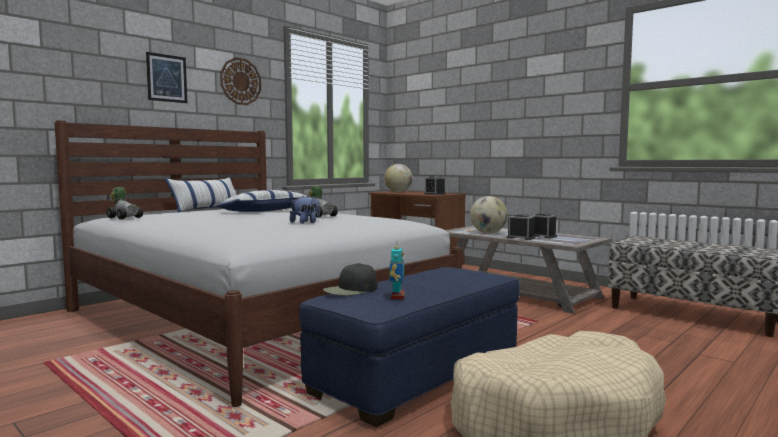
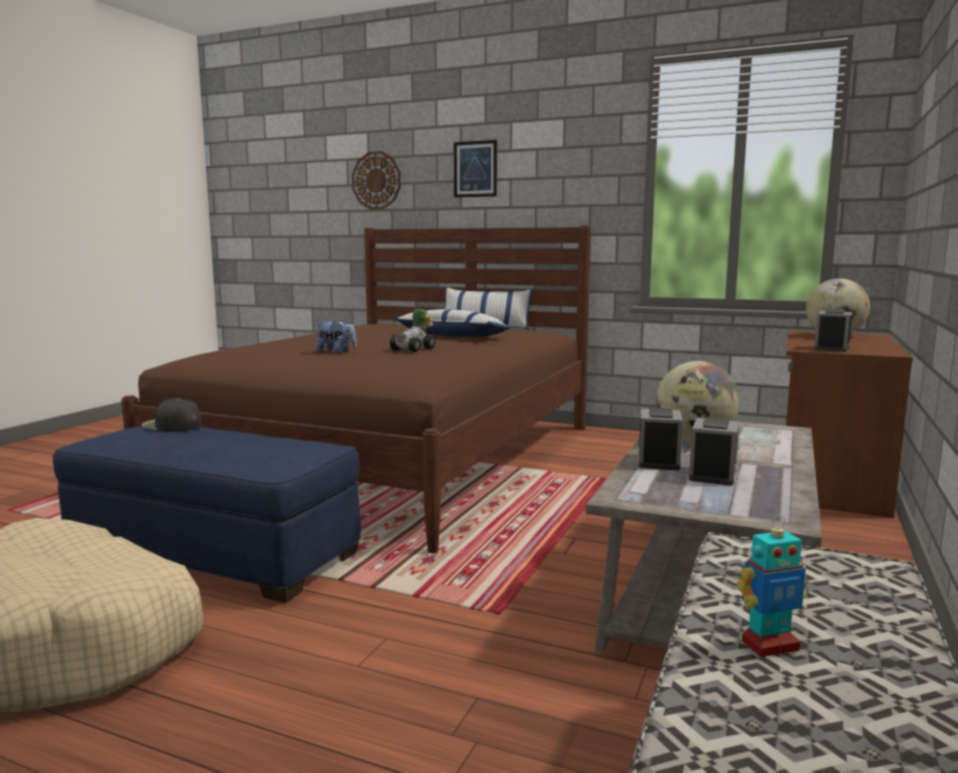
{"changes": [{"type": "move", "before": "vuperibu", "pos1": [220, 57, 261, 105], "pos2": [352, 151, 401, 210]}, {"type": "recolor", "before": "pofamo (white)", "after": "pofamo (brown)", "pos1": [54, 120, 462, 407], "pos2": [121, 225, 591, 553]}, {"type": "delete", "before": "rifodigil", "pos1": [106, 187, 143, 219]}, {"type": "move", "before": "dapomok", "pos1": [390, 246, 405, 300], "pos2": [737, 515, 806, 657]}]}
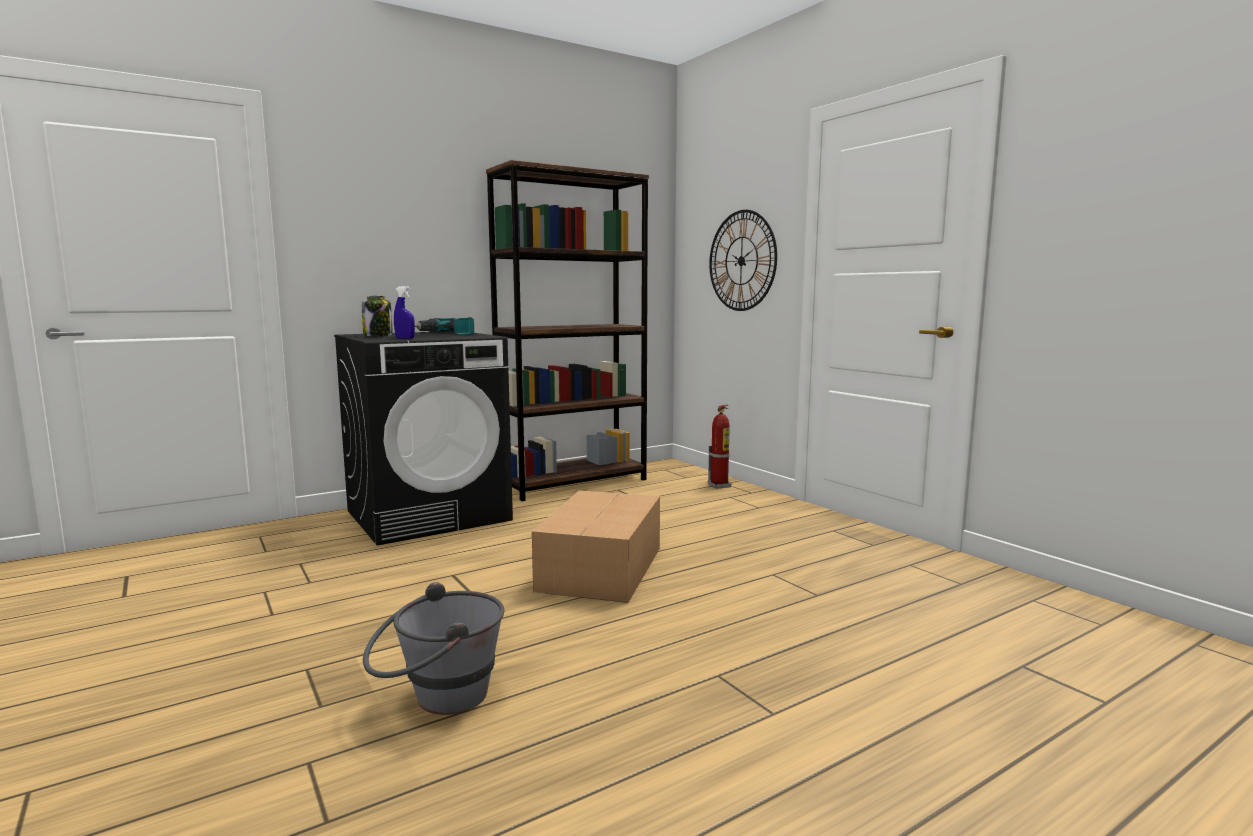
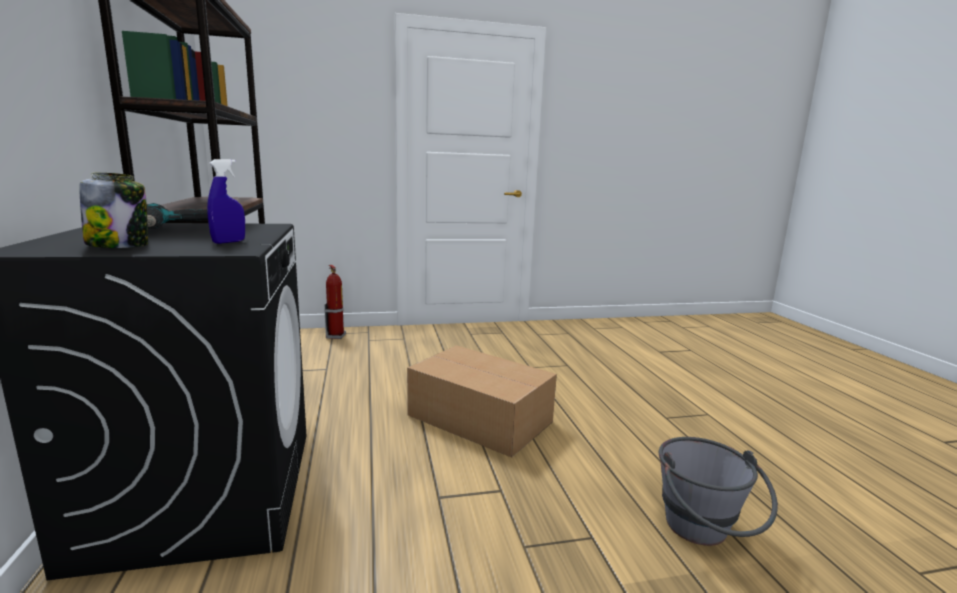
{"changes": [{"type": "delete", "before": "vuperibu", "pos1": [709, 210, 777, 311]}]}
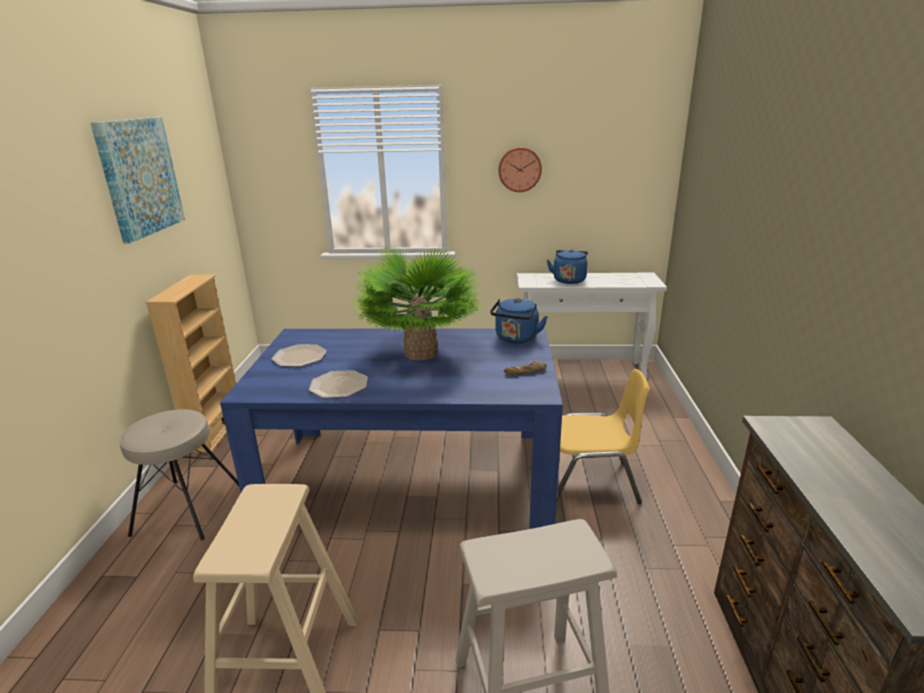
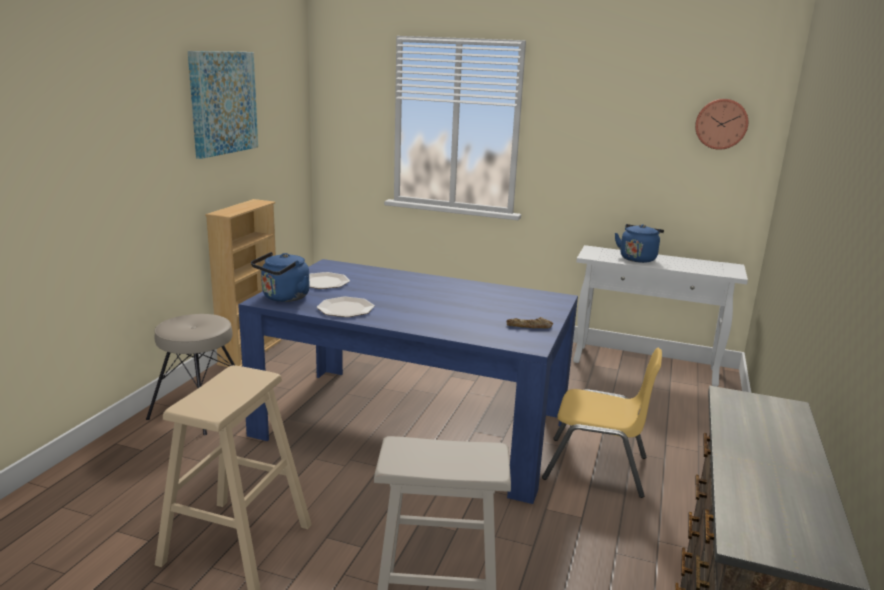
{"changes": [{"type": "move", "before": "vuperibu", "pos1": [498, 147, 542, 192], "pos2": [695, 99, 748, 150]}, {"type": "delete", "before": "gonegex", "pos1": [352, 245, 483, 361]}, {"type": "move", "before": "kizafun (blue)", "pos1": [490, 298, 548, 343], "pos2": [251, 252, 310, 302]}]}
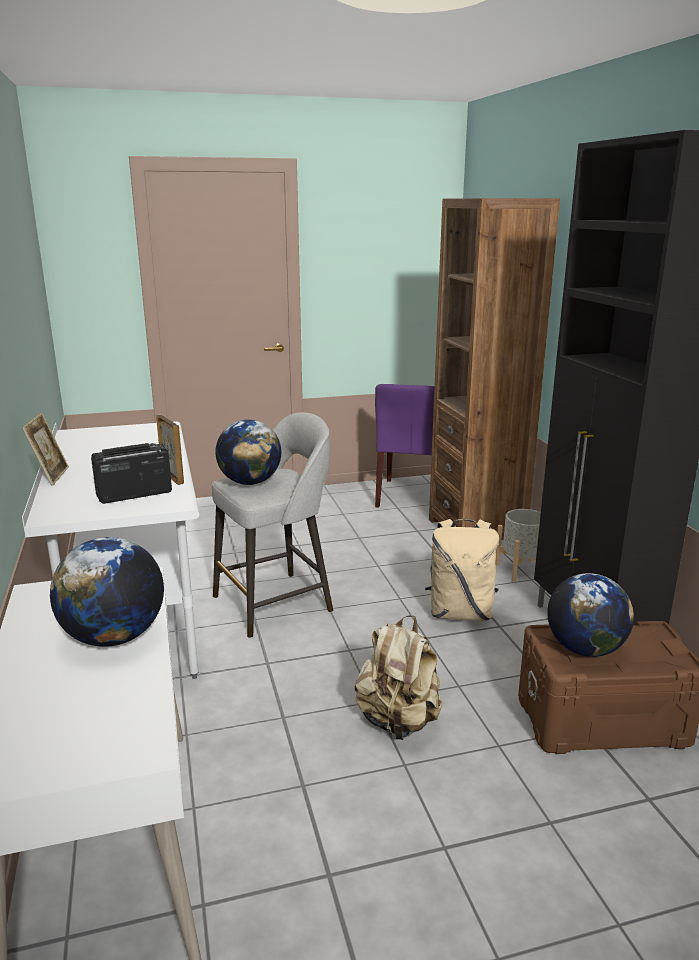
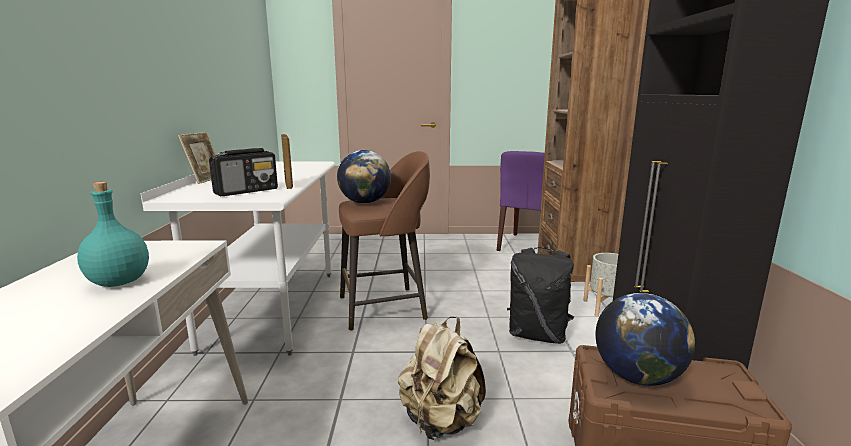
{"changes": [{"type": "recolor", "before": "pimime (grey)", "after": "pimime (brown)", "pos1": [212, 412, 333, 638], "pos2": [339, 151, 430, 331]}, {"type": "rotate", "before": "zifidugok", "pos1": [91, 443, 172, 504], "pos2": [209, 148, 278, 196], "turn": 150}, {"type": "recolor", "before": "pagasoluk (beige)", "after": "pagasoluk (black)", "pos1": [425, 519, 499, 621], "pos2": [507, 247, 574, 344]}, {"type": "replace", "before": "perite", "after": "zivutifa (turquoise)", "pos1": [50, 537, 164, 647], "pos2": [77, 182, 149, 287]}]}
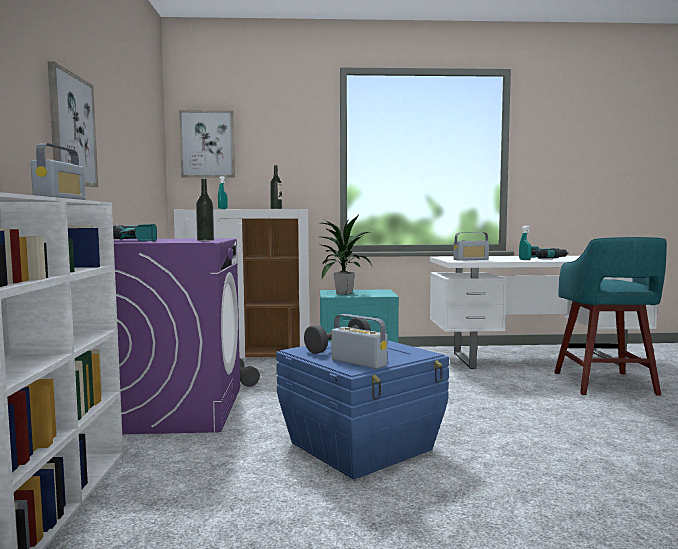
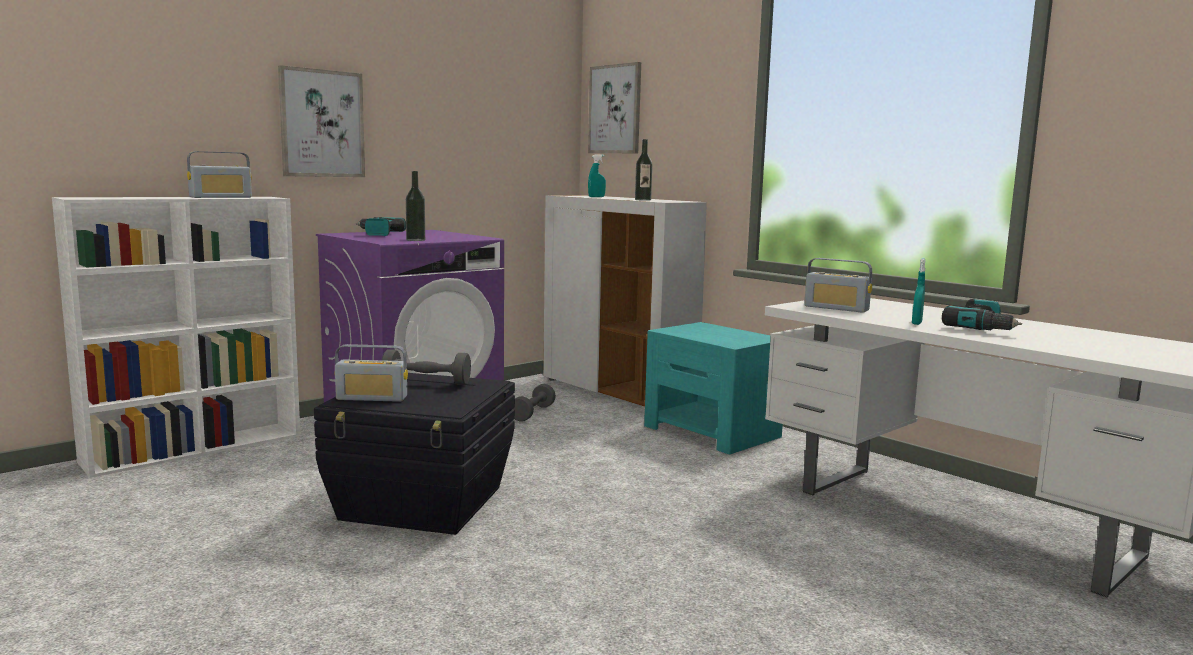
{"changes": [{"type": "delete", "before": "gonegex", "pos1": [318, 214, 373, 294]}, {"type": "delete", "before": "pimime (turquoise)", "pos1": [554, 237, 667, 396]}, {"type": "rotate", "before": "zifidugok", "pos1": [331, 314, 387, 369], "pos2": [335, 344, 408, 402], "turn": 90}, {"type": "recolor", "before": "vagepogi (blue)", "after": "vagepogi (black)", "pos1": [276, 340, 449, 480], "pos2": [314, 373, 515, 535]}]}
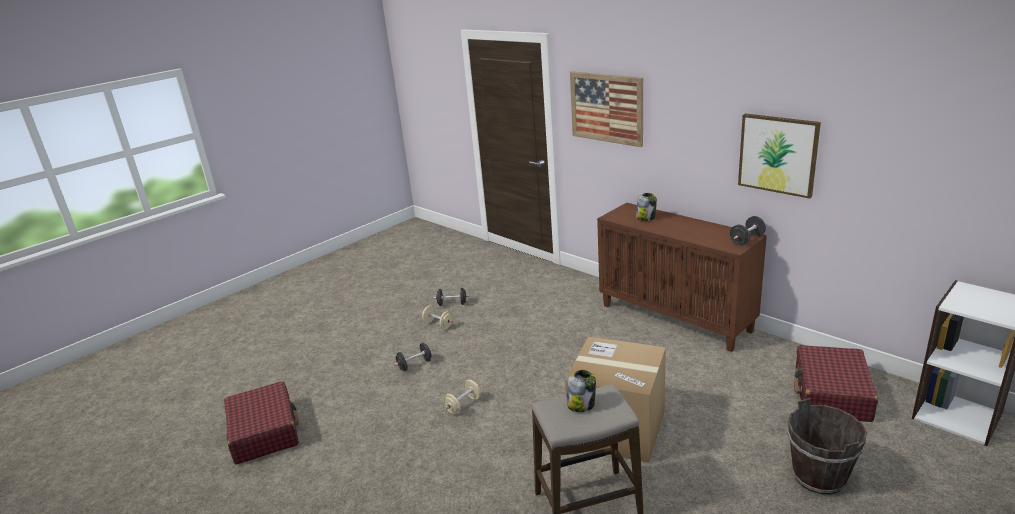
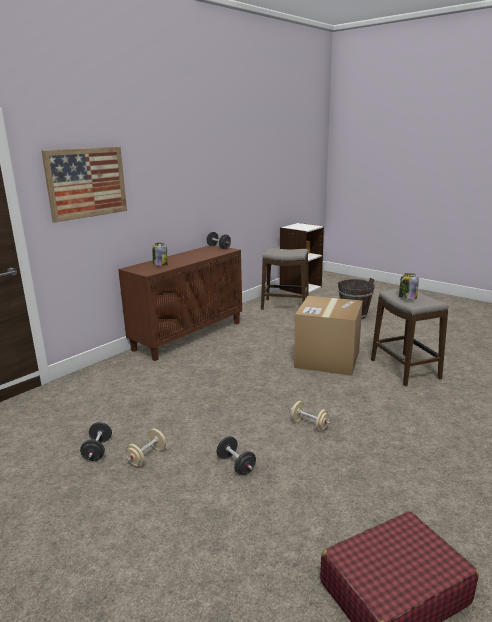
{"changes": [{"type": "delete", "before": "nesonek", "pos1": [738, 113, 821, 199]}, {"type": "replace", "before": "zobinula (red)", "after": "pimime", "pos1": [794, 345, 878, 422], "pos2": [261, 248, 309, 310]}]}
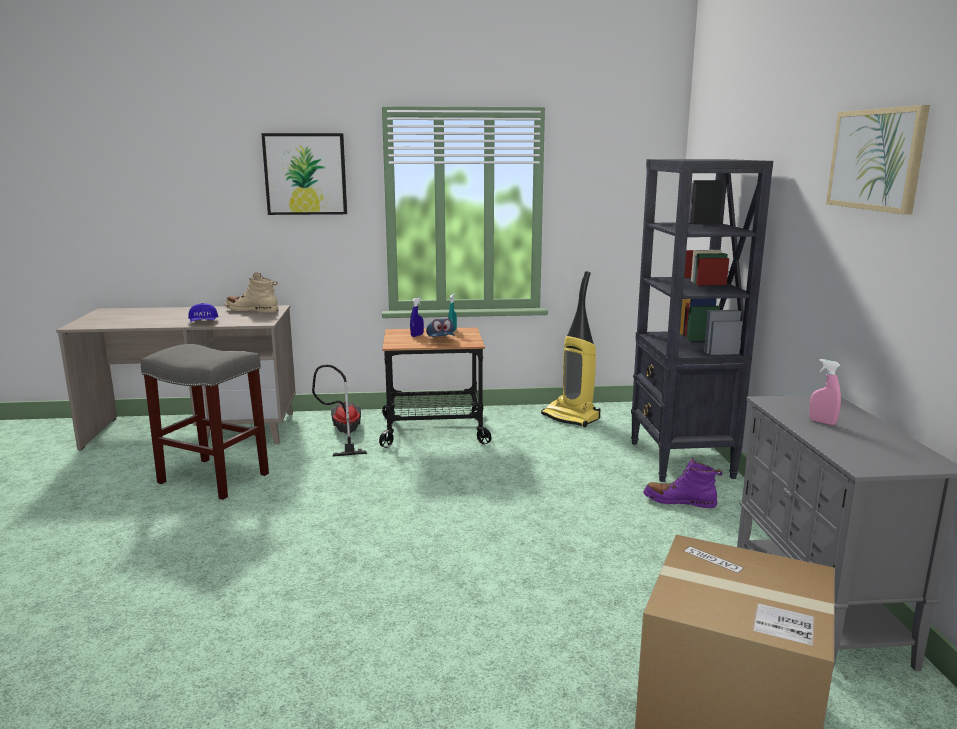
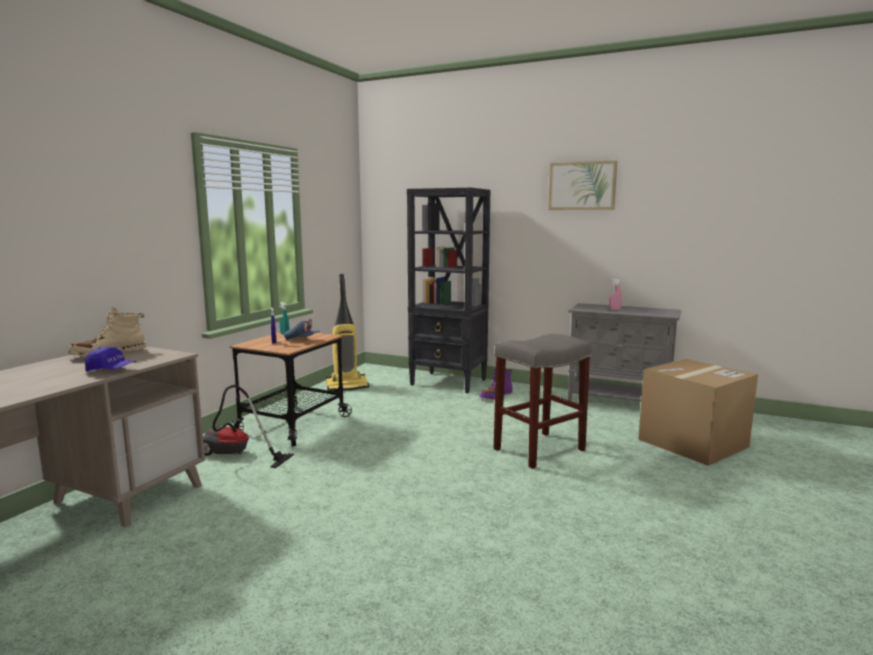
{"changes": [{"type": "delete", "before": "nesonek", "pos1": [261, 133, 347, 215]}, {"type": "move", "before": "pimime (grey)", "pos1": [141, 344, 269, 500], "pos2": [494, 334, 592, 469]}]}
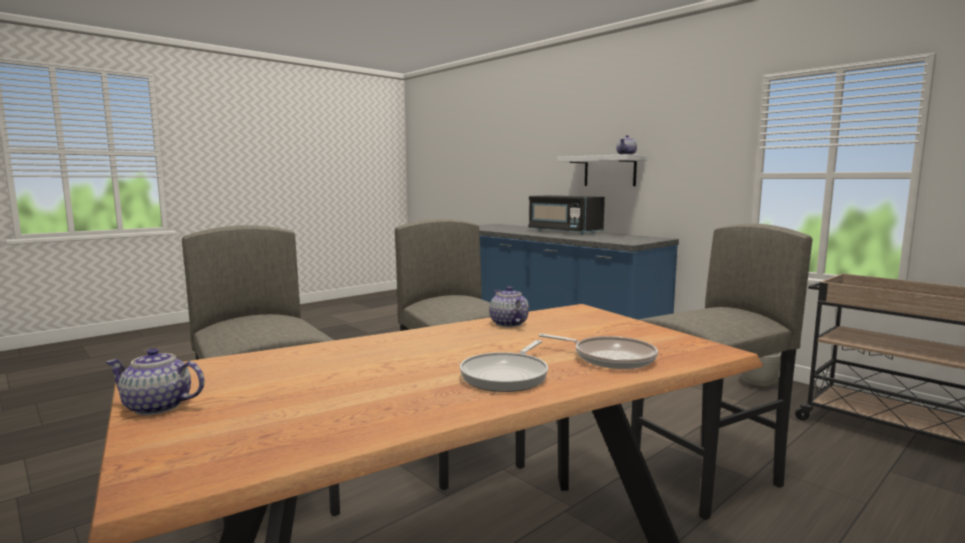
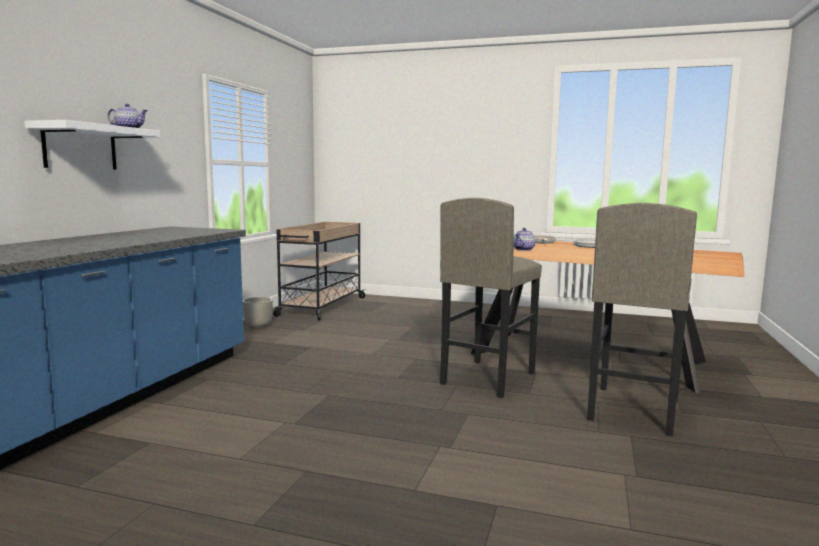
{"changes": [{"type": "delete", "before": "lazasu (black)", "pos1": [528, 195, 605, 235]}, {"type": "delete", "before": "pimime (grey)", "pos1": [631, 223, 812, 520]}, {"type": "delete", "before": "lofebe", "pos1": [106, 348, 205, 415]}]}
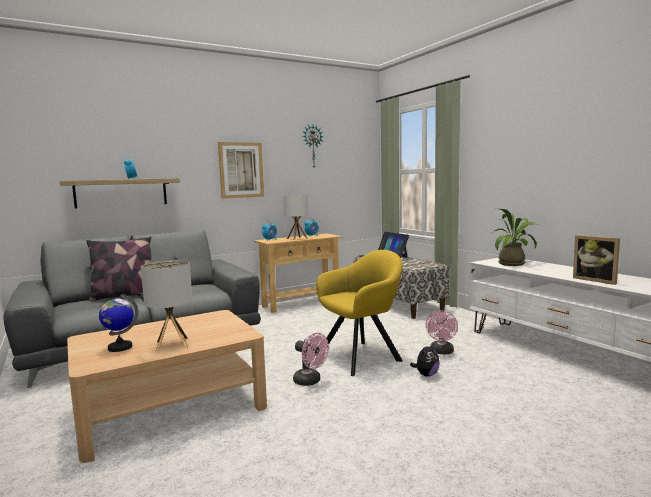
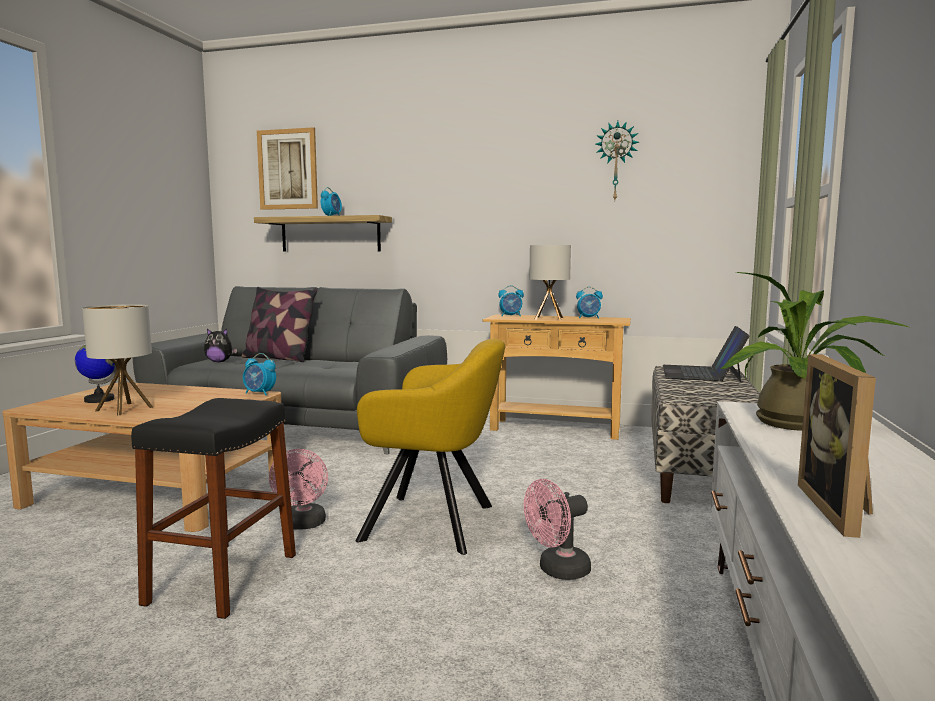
{"changes": [{"type": "move", "before": "nesonek", "pos1": [218, 142, 264, 198], "pos2": [257, 127, 318, 210]}, {"type": "move", "before": "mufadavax", "pos1": [410, 343, 439, 377], "pos2": [204, 329, 237, 362]}, {"type": "insert", "after": "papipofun", "pos2": [243, 353, 276, 395]}, {"type": "insert", "after": "pimime (black)", "pos2": [131, 398, 296, 619]}]}
